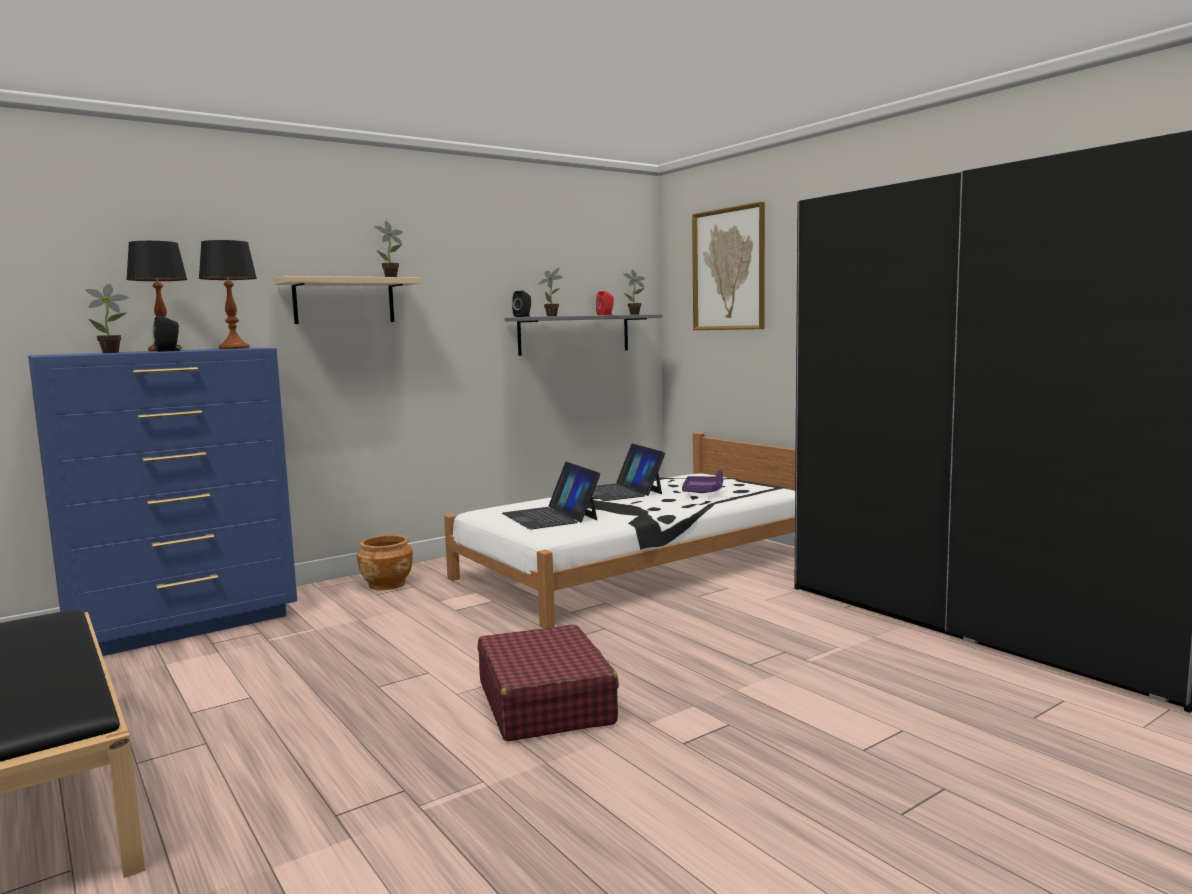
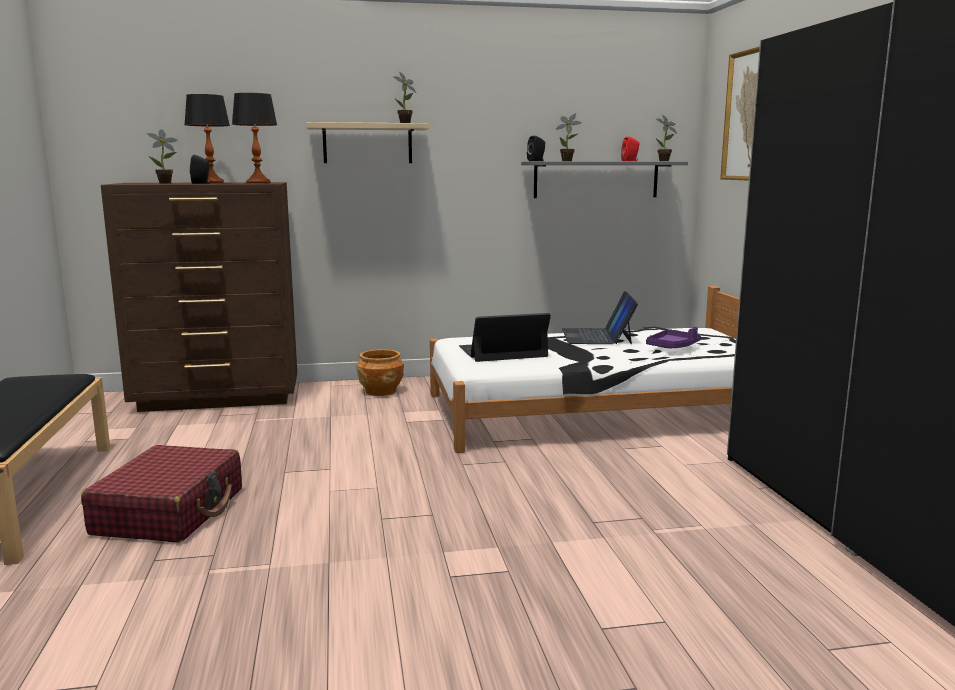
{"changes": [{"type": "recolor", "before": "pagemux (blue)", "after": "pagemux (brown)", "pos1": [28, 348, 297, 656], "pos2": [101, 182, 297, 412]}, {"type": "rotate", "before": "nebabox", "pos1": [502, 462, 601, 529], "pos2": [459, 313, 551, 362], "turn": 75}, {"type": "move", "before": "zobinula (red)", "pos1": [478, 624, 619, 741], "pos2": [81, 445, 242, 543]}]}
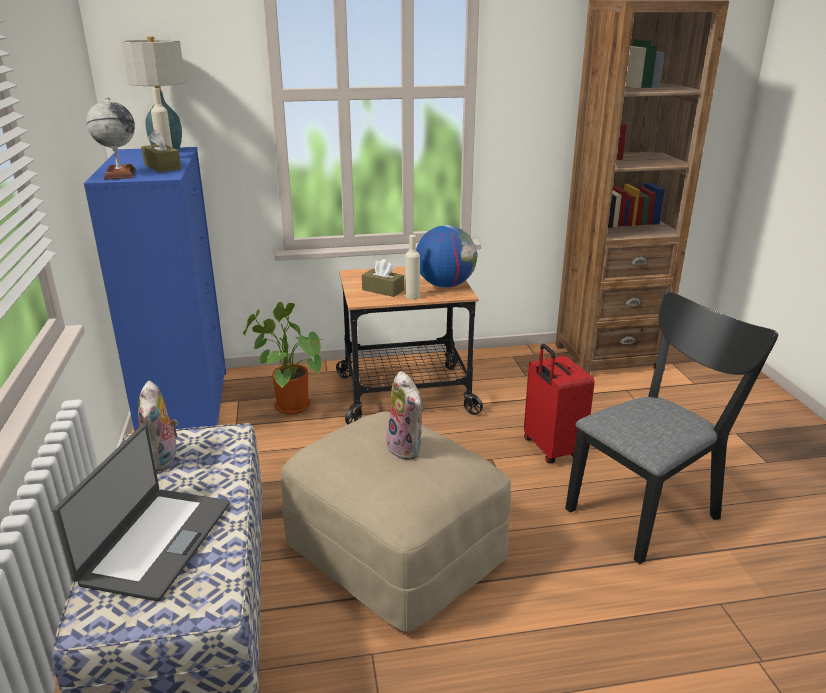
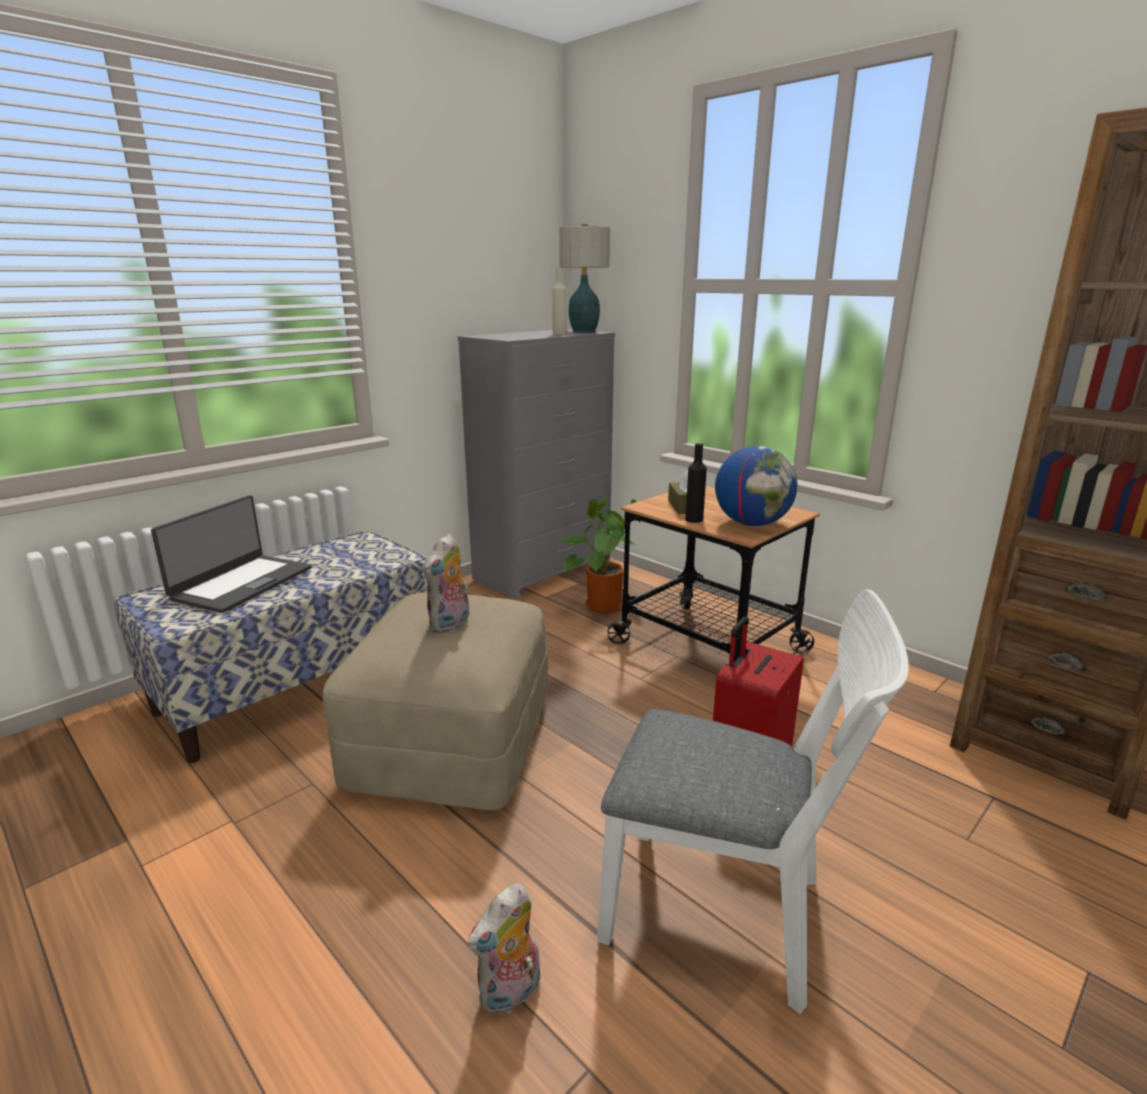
{"changes": [{"type": "delete", "before": "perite", "pos1": [86, 97, 136, 180]}, {"type": "delete", "before": "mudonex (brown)", "pos1": [141, 130, 181, 172]}, {"type": "recolor", "before": "pagemux (blue)", "after": "pagemux (grey)", "pos1": [84, 147, 226, 432], "pos2": [458, 329, 615, 600]}, {"type": "recolor", "before": "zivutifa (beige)", "after": "zivutifa (black)", "pos1": [405, 235, 420, 300], "pos2": [685, 443, 707, 523]}, {"type": "recolor", "before": "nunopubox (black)", "after": "nunopubox (white)", "pos1": [565, 292, 778, 564], "pos2": [597, 589, 909, 1014]}, {"type": "move", "before": "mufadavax", "pos1": [138, 381, 180, 472], "pos2": [468, 884, 540, 1016]}, {"type": "rotate", "before": "nebabox", "pos1": [53, 424, 230, 602], "pos2": [151, 495, 311, 613], "turn": -45}]}
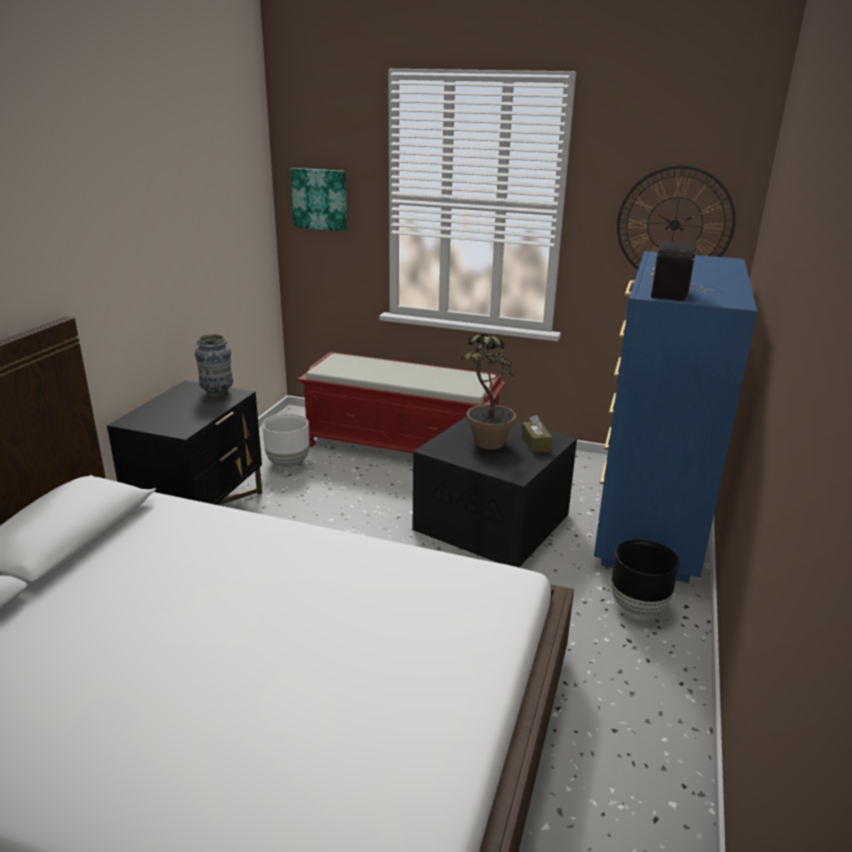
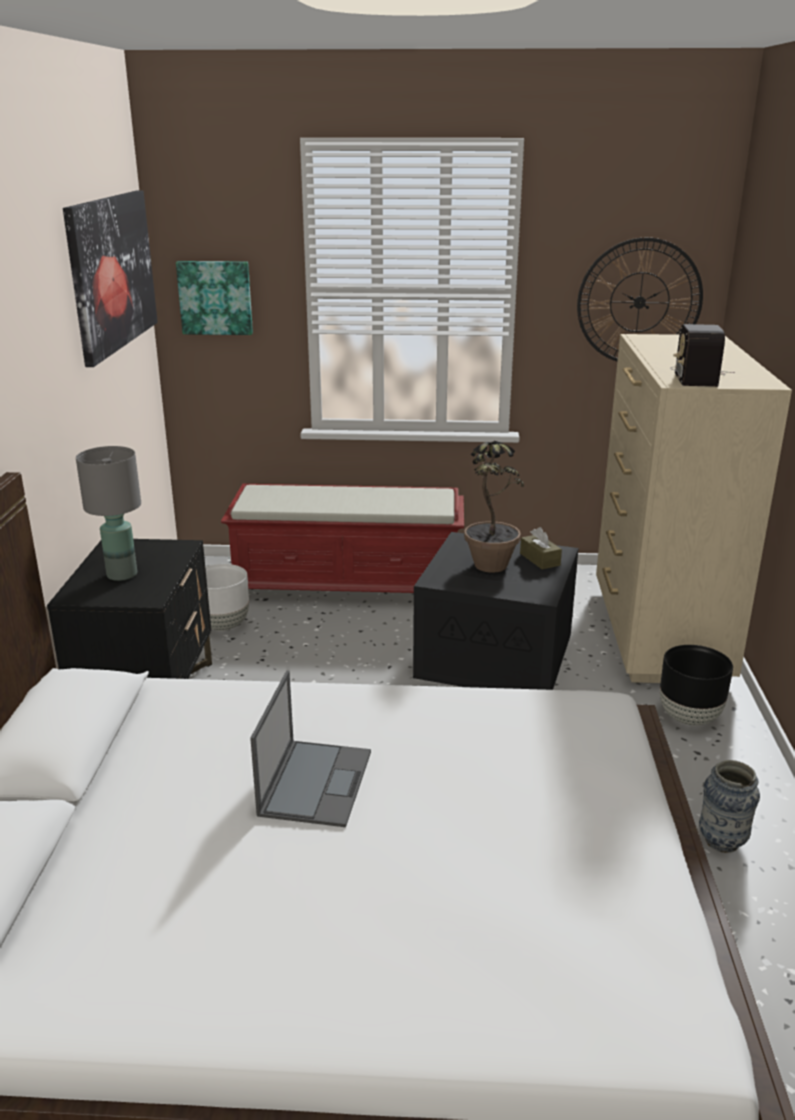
{"changes": [{"type": "recolor", "before": "pagemux (blue)", "after": "pagemux (beige)", "pos1": [594, 251, 757, 583], "pos2": [596, 334, 792, 683]}, {"type": "move", "before": "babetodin", "pos1": [195, 334, 233, 397], "pos2": [699, 760, 760, 853]}, {"type": "insert", "after": "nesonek", "pos2": [63, 191, 158, 367]}, {"type": "insert", "after": "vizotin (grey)", "pos2": [76, 446, 141, 581]}, {"type": "insert", "after": "nebabox", "pos2": [250, 670, 371, 827]}]}
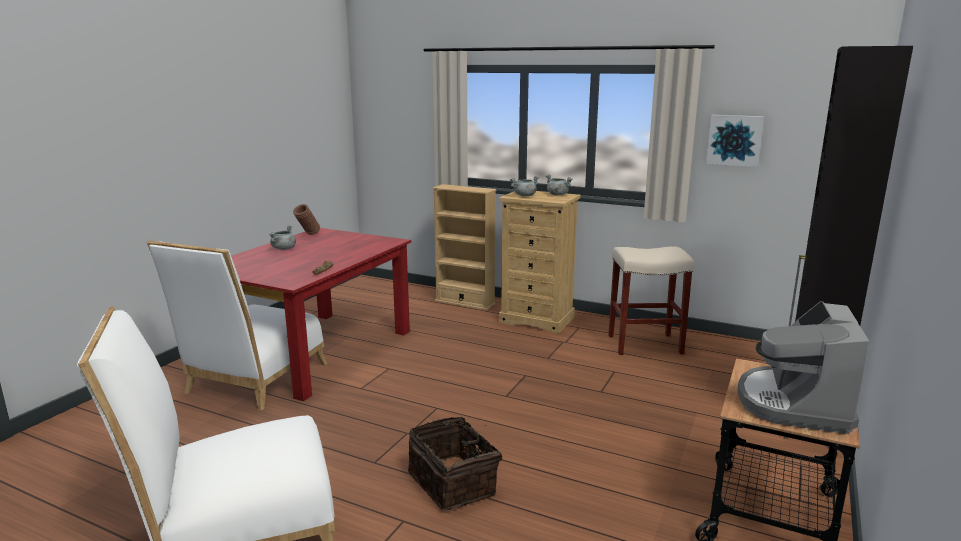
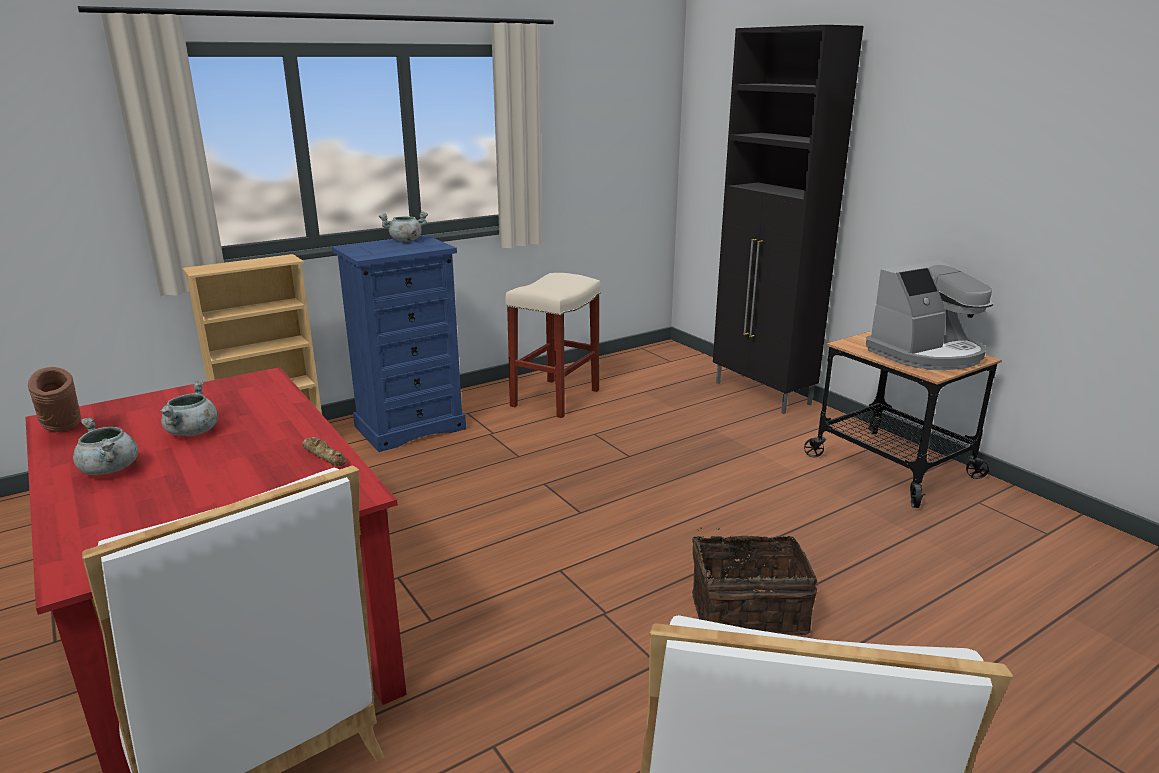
{"changes": [{"type": "delete", "before": "nesonek", "pos1": [706, 115, 764, 167]}, {"type": "move", "before": "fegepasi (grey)", "pos1": [510, 176, 539, 196], "pos2": [159, 381, 218, 436]}, {"type": "recolor", "before": "pagemux (beige)", "after": "pagemux (blue)", "pos1": [499, 191, 581, 334], "pos2": [332, 235, 466, 452]}, {"type": "rotate", "before": "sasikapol", "pos1": [737, 301, 869, 434], "pos2": [866, 260, 994, 370], "turn": -75}]}
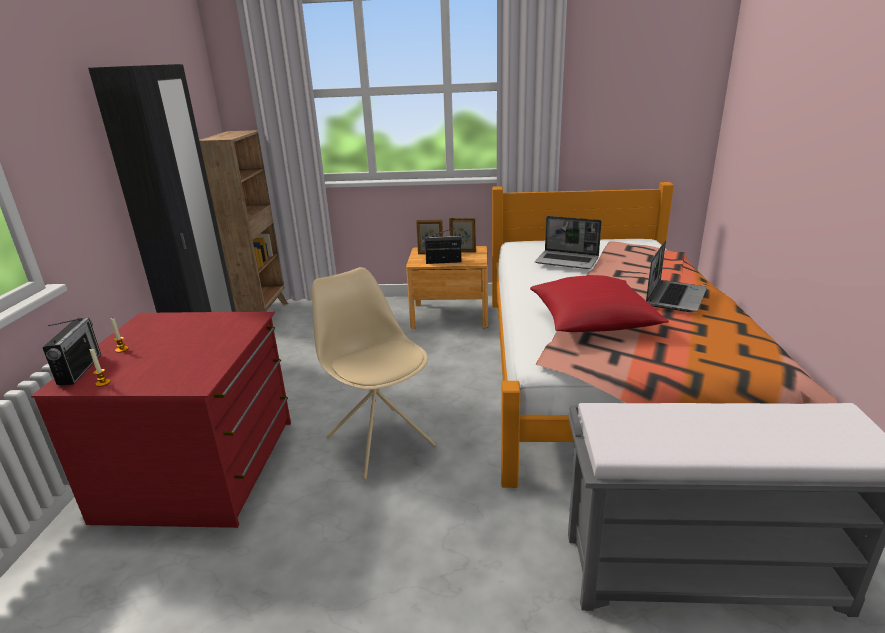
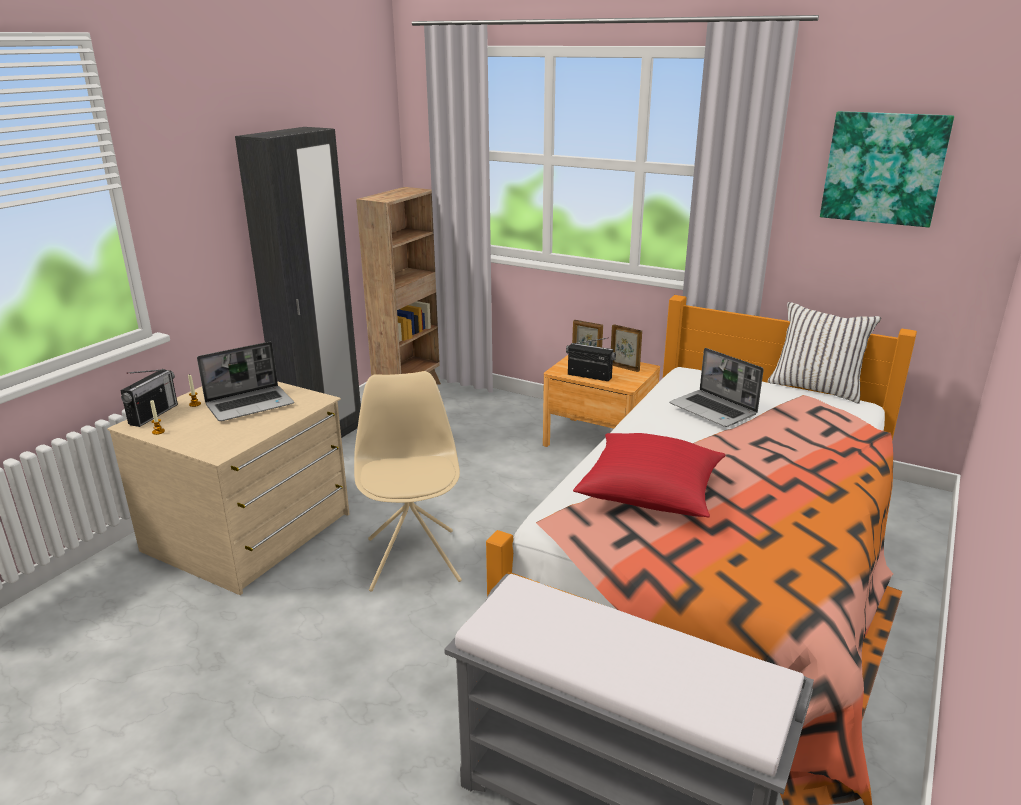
{"changes": [{"type": "move", "before": "nebabox", "pos1": [646, 240, 707, 312], "pos2": [197, 342, 294, 421]}, {"type": "recolor", "before": "pagemux (red)", "after": "pagemux (beige)", "pos1": [31, 311, 291, 528], "pos2": [107, 381, 349, 595]}, {"type": "insert", "after": "nesonek", "pos2": [820, 111, 954, 227]}, {"type": "insert", "after": "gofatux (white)", "pos2": [768, 302, 881, 404]}]}
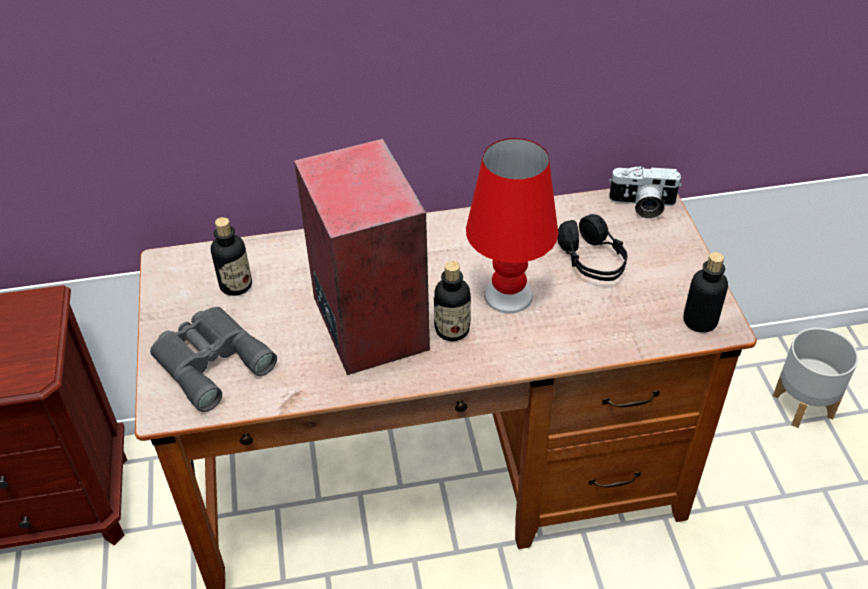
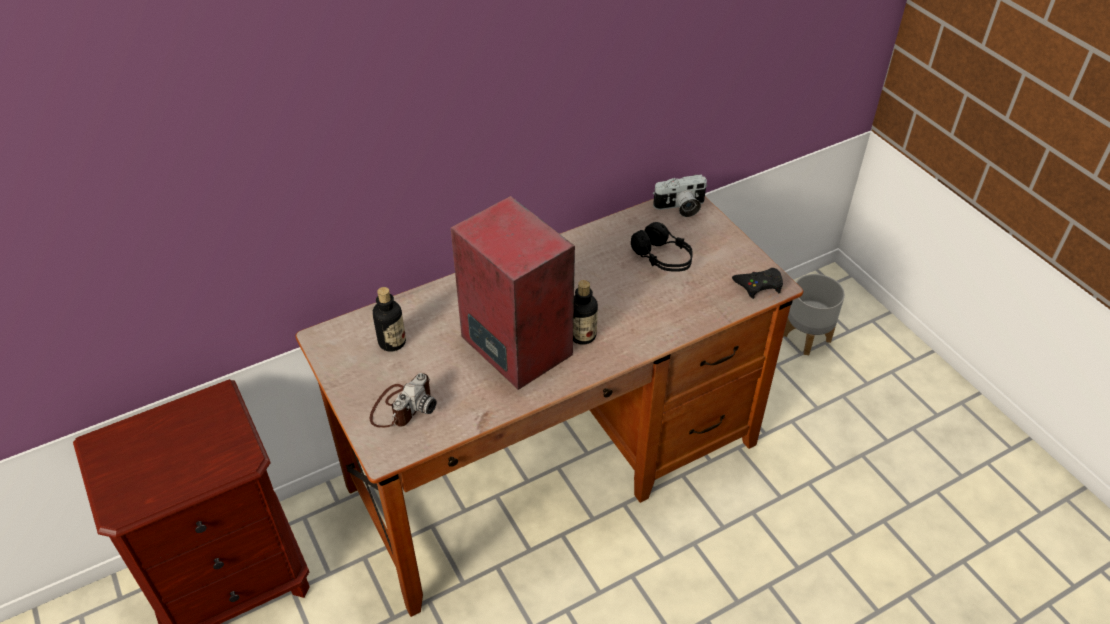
{"changes": [{"type": "delete", "before": "vizotin (red)", "pos1": [466, 138, 559, 313]}, {"type": "replace", "before": "zivutifa", "after": "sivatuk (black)", "pos1": [683, 252, 728, 333], "pos2": [732, 268, 783, 299]}, {"type": "replace", "before": "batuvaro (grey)", "after": "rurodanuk", "pos1": [150, 307, 277, 412], "pos2": [370, 373, 437, 428]}]}
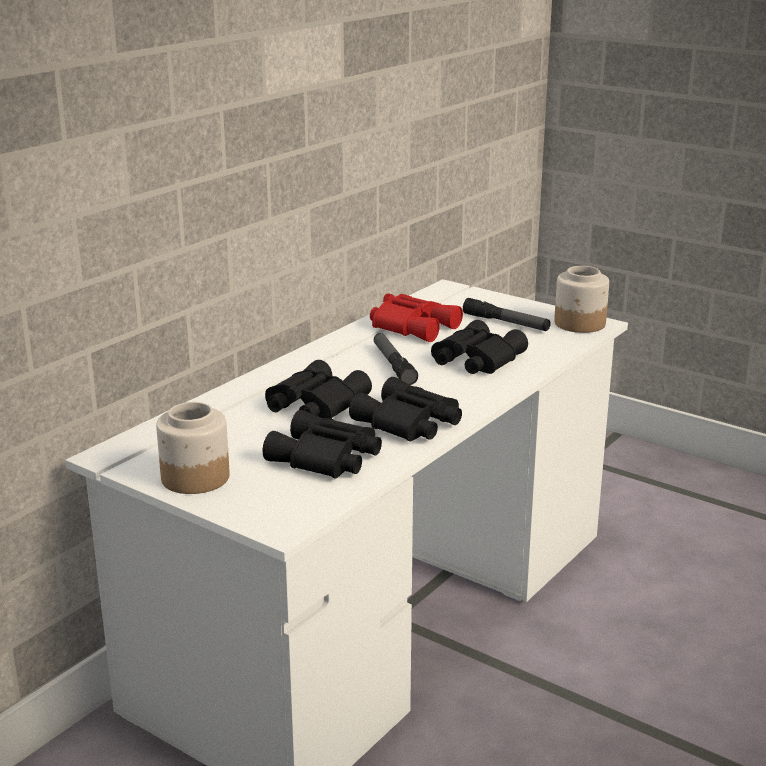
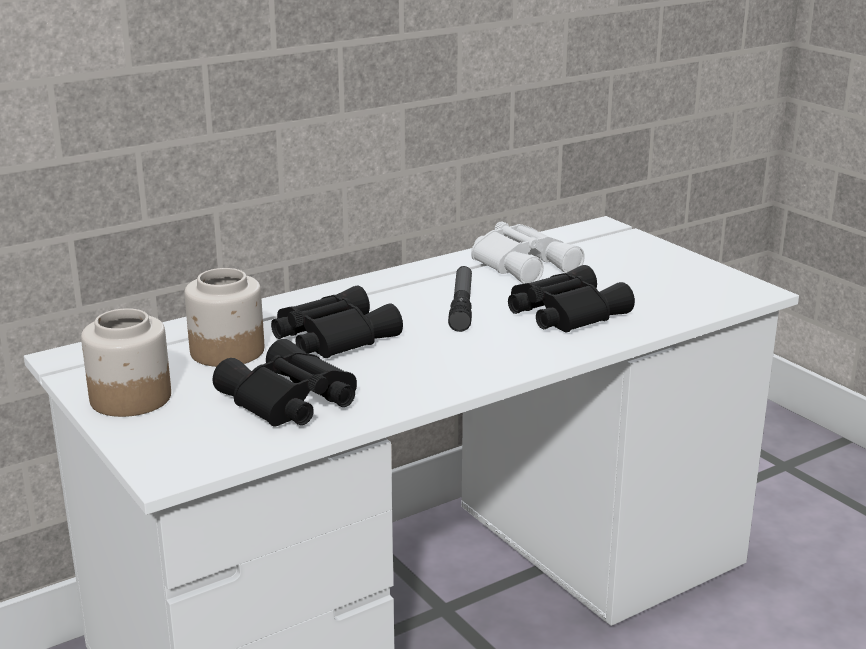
{"changes": [{"type": "move", "before": "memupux", "pos1": [554, 266, 609, 333], "pos2": [185, 268, 264, 367]}, {"type": "recolor", "before": "batuvaro (red)", "after": "batuvaro (white)", "pos1": [370, 293, 463, 342], "pos2": [471, 221, 585, 284]}, {"type": "delete", "before": "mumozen", "pos1": [463, 298, 551, 331]}, {"type": "delete", "before": "batuvaro (black)", "pos1": [349, 377, 462, 442]}]}
